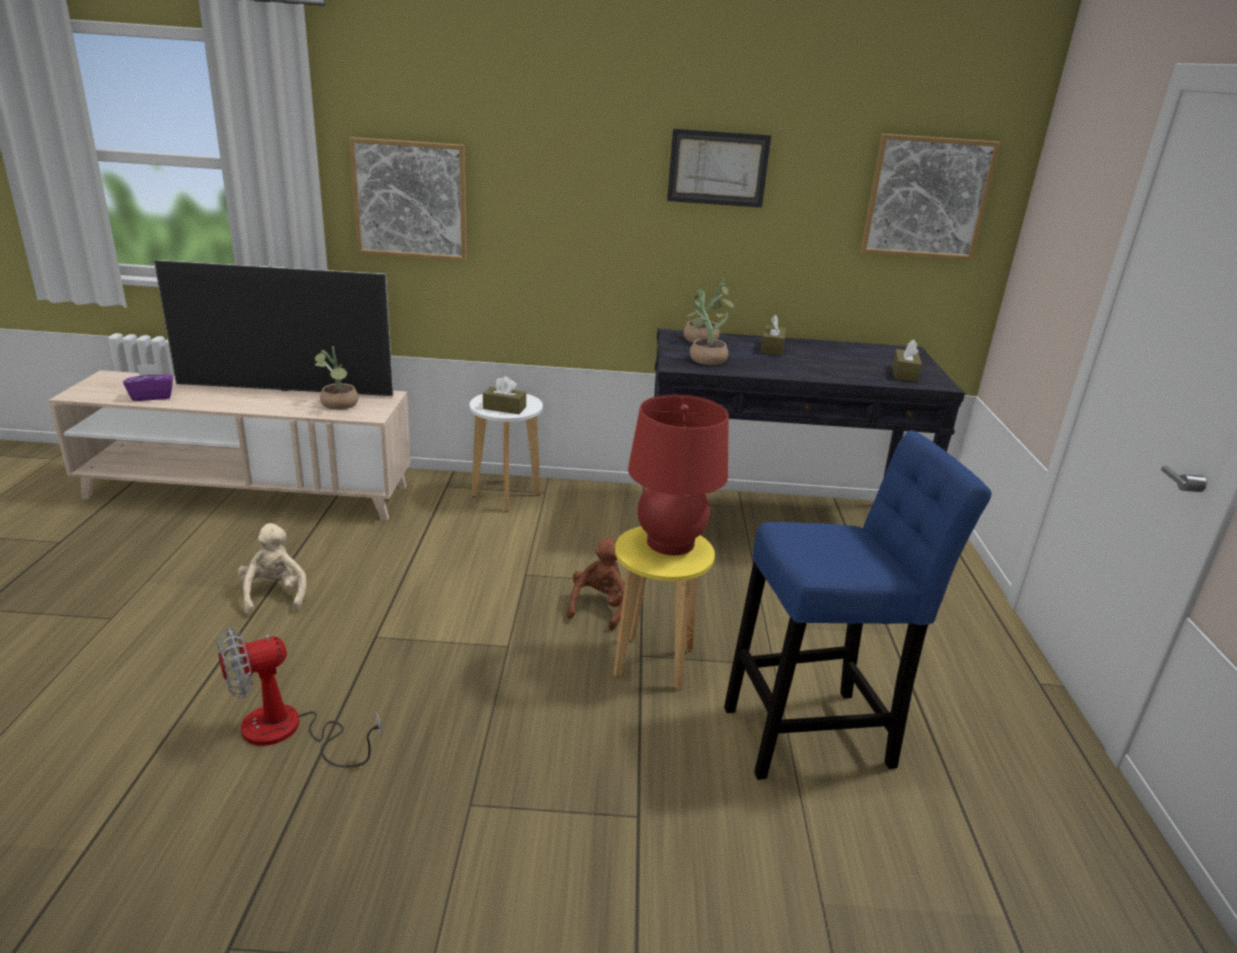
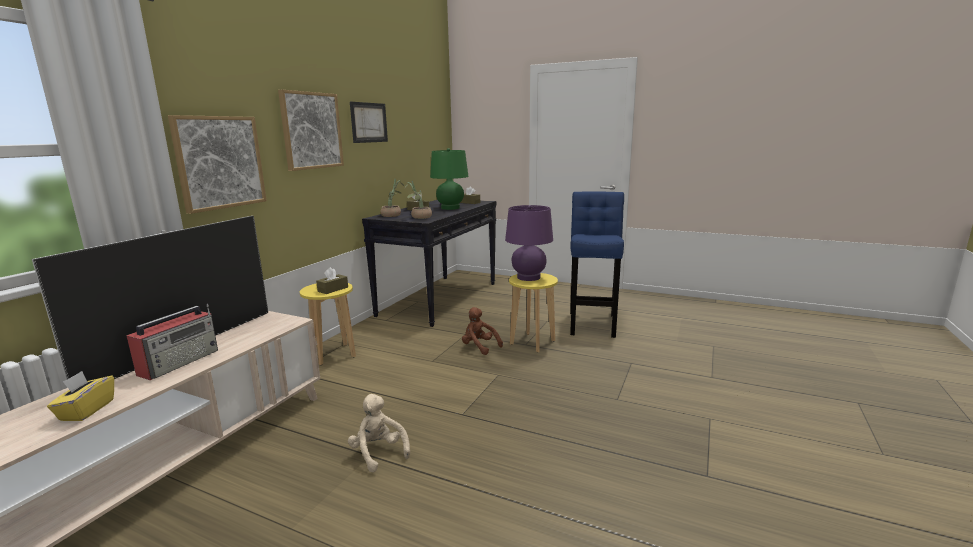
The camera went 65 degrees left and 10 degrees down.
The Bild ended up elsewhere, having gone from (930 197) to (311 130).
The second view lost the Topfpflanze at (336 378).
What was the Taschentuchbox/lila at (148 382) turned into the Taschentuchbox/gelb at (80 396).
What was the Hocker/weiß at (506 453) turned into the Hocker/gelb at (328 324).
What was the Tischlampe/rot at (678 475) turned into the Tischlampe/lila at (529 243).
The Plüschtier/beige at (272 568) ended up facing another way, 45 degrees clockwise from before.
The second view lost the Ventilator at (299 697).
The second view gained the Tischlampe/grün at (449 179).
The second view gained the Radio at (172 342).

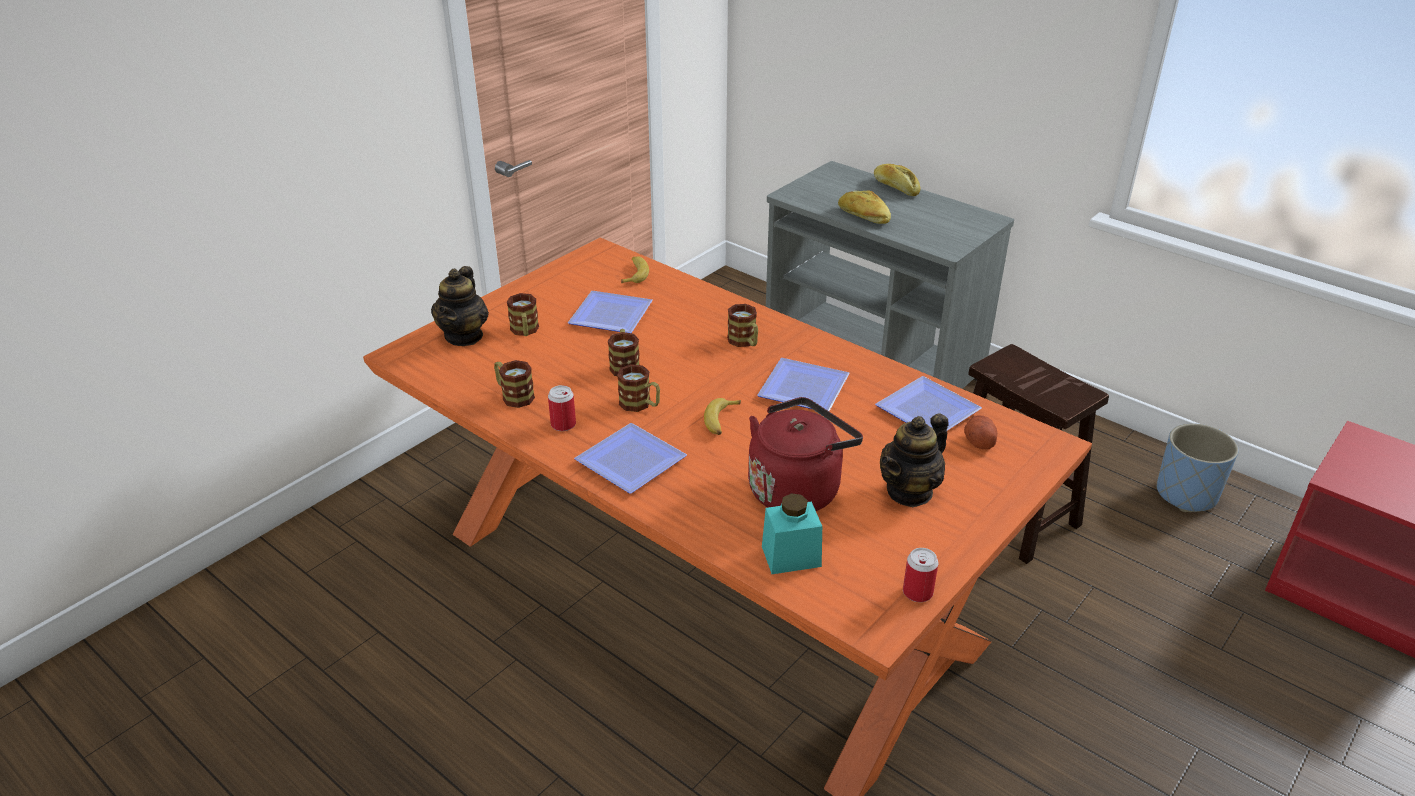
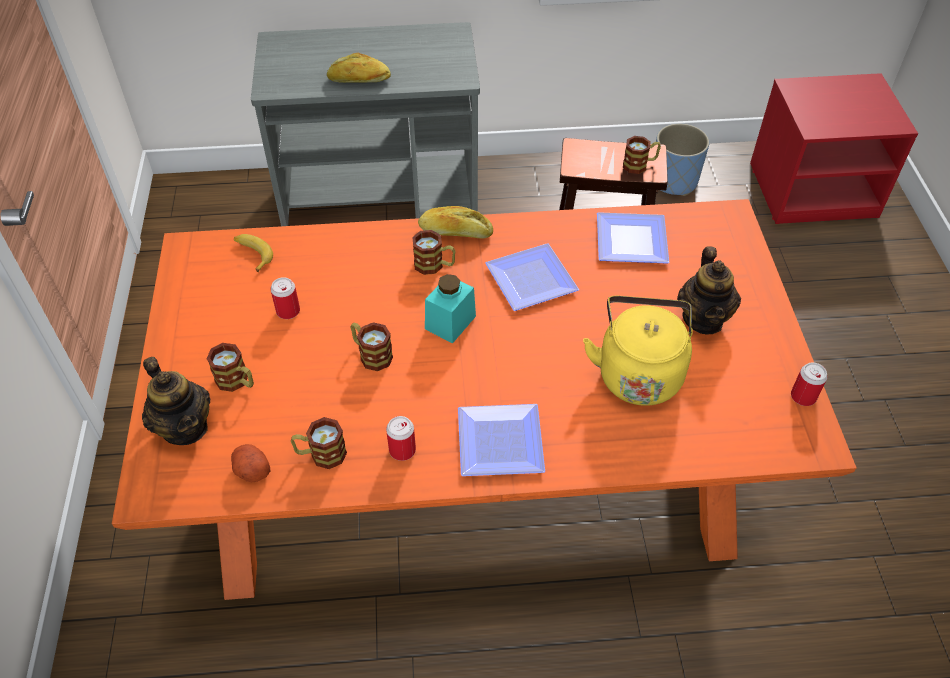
The camera went 45 degrees left and 15 degrees up.
The Brot ended up elsewhere, having gone from (897 180) to (455 222).
Where the Teller stood at (610 312), the Dose came to stand at (285 298).
The Henkelbecher ended up elsewhere, having gone from (638 388) to (642 155).
What was the Wasserkessel/rot at (805 454) turned into the Wasserkessel/gelb at (637 351).
The second view lost the Banane at (722 416).
The Kartoffel ended up elsewhere, having gone from (980 432) to (250 463).
The Vorratsglas/türkis ended up elsewhere, having gone from (792 533) to (450 308).

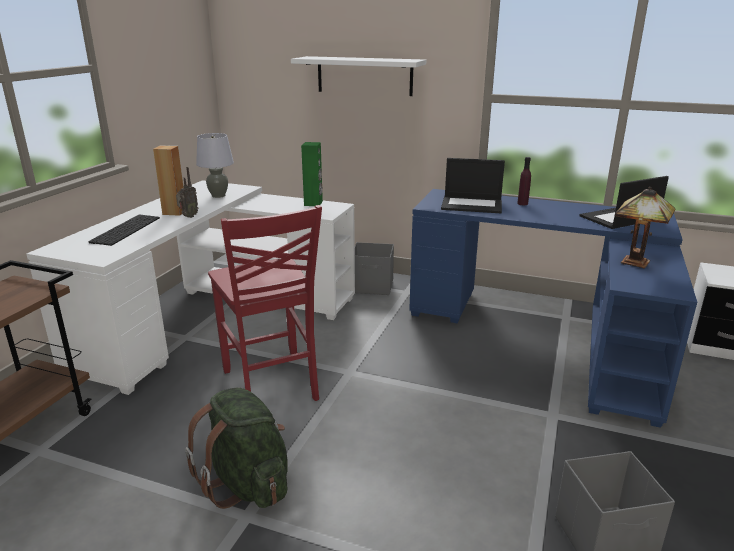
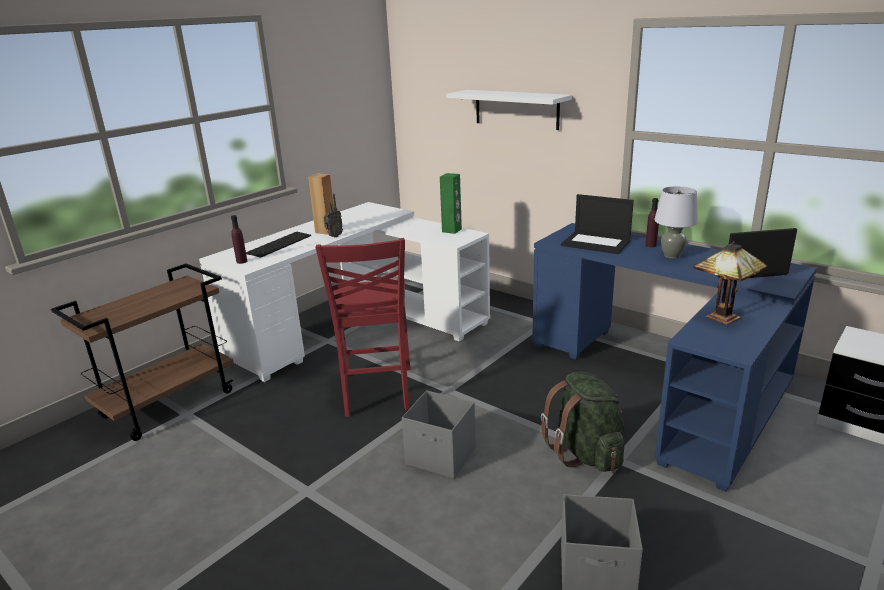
The camera went 20 degrees right and 0 degrees up.
The Tischlampe/grau ended up elsewhere, having gone from (215 165) to (676 222).
The Aufbewahrungsbox/grau ended up elsewhere, having gone from (374 268) to (439 435).
The Rucksack/grün ended up elsewhere, having gone from (236 448) to (583 422).
The second view gained the Flasche/lila at (239 239).

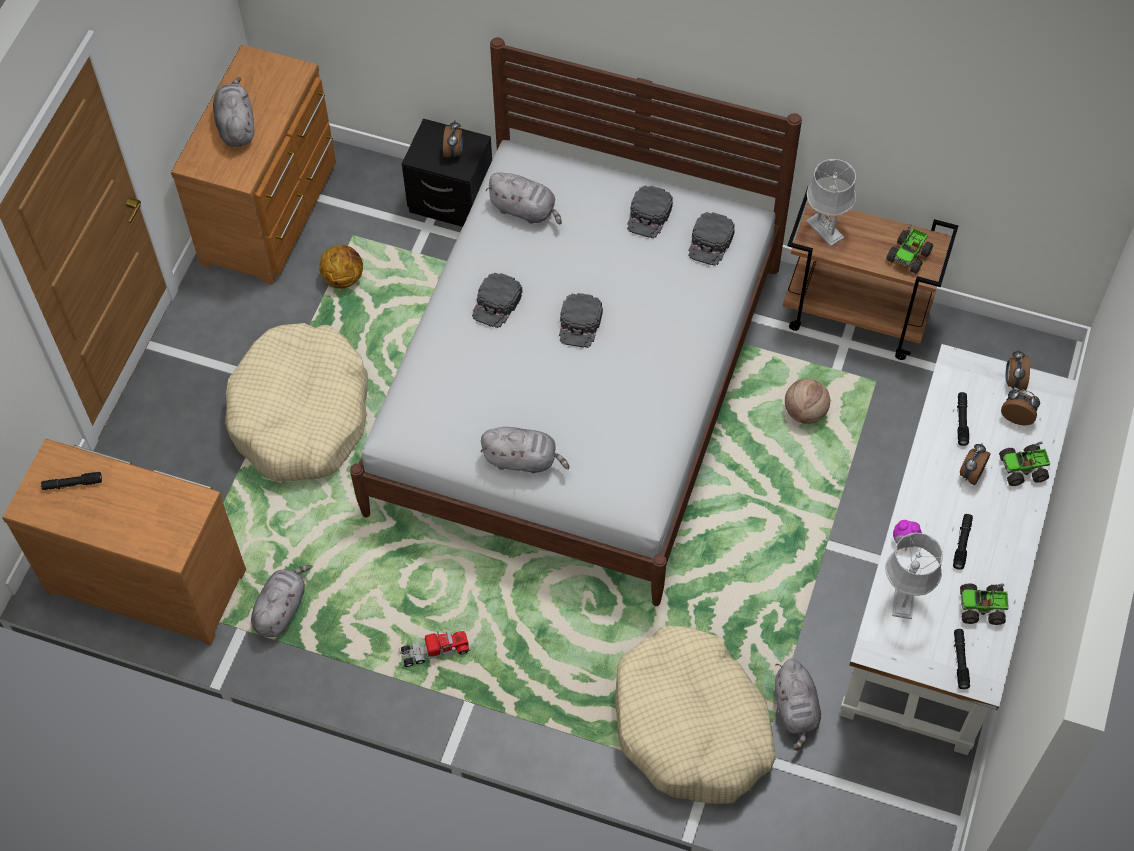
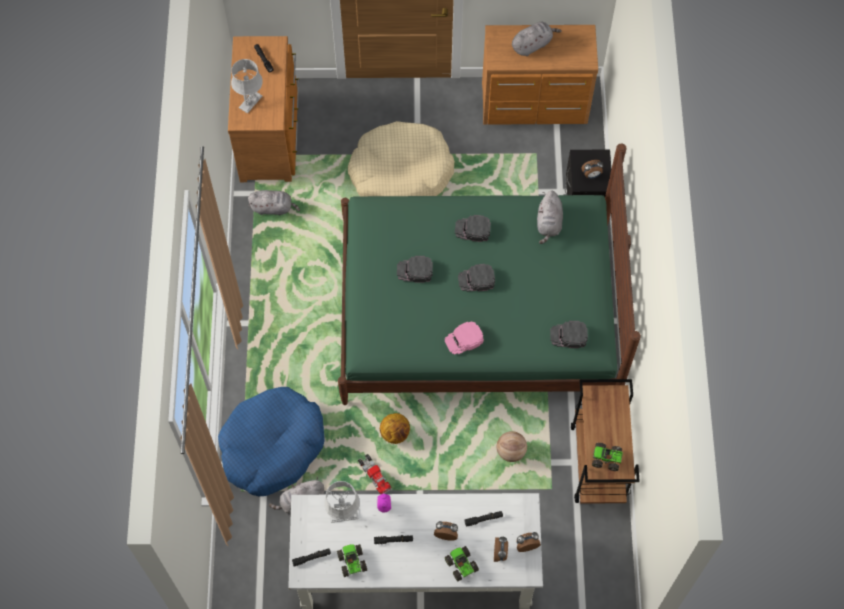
The camera went 70 degrees right and 5 degrees up.
What was the Bett/weiß at (576 321) turned into the Bett/grün at (489 274).
The Tischlampe/grau ended up elsewhere, having gone from (831 203) to (247 86).
The Kappe/schwarz ended up elsewhere, having gone from (650 212) to (415 269).
The Basketball ended up elsewhere, having gone from (341 267) to (395 428).
The second view lost the Plüschtier/grau at (525 450).
What was the Hundebett/beige at (695 715) turned into the Hundebett/blau at (271 441).
The Spielzeuglaster ended up elsewhere, having gone from (434 649) to (374 474).
The second view gained the Kappe/rosa at (464 338).

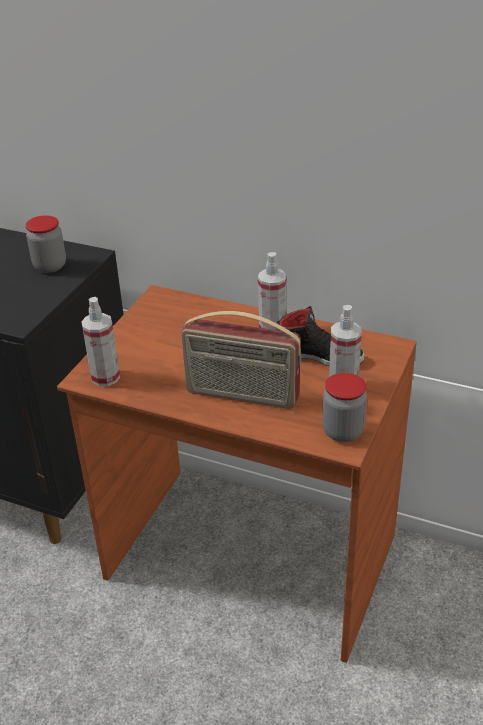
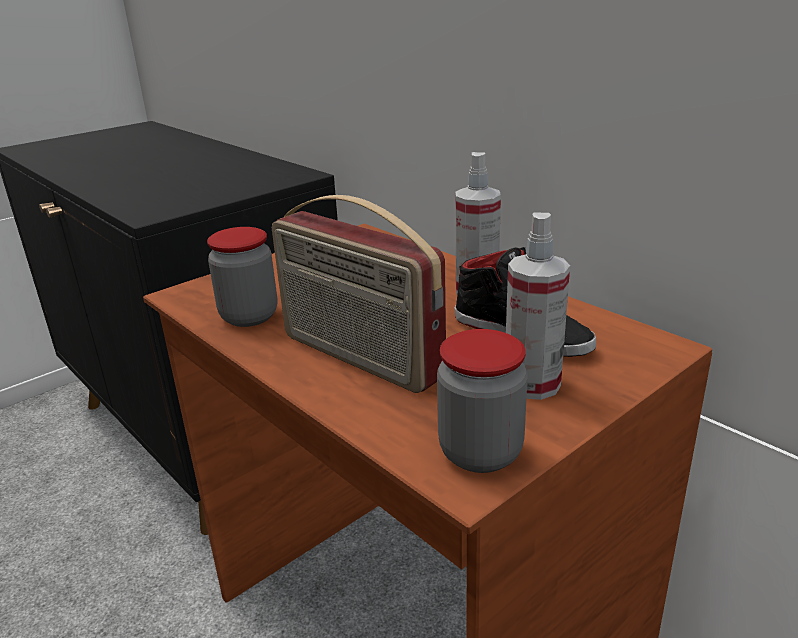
The camera went 25 degrees right and 10 degrees down.
The Vorratsglas ended up elsewhere, having gone from (45 244) to (242 277).
The second view lost the Sprühflasche at (100 341).

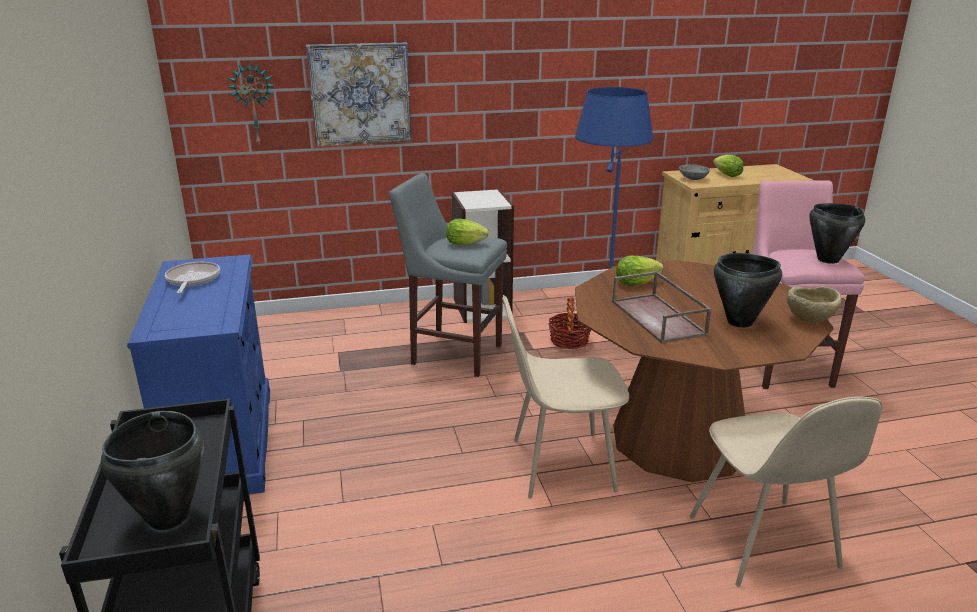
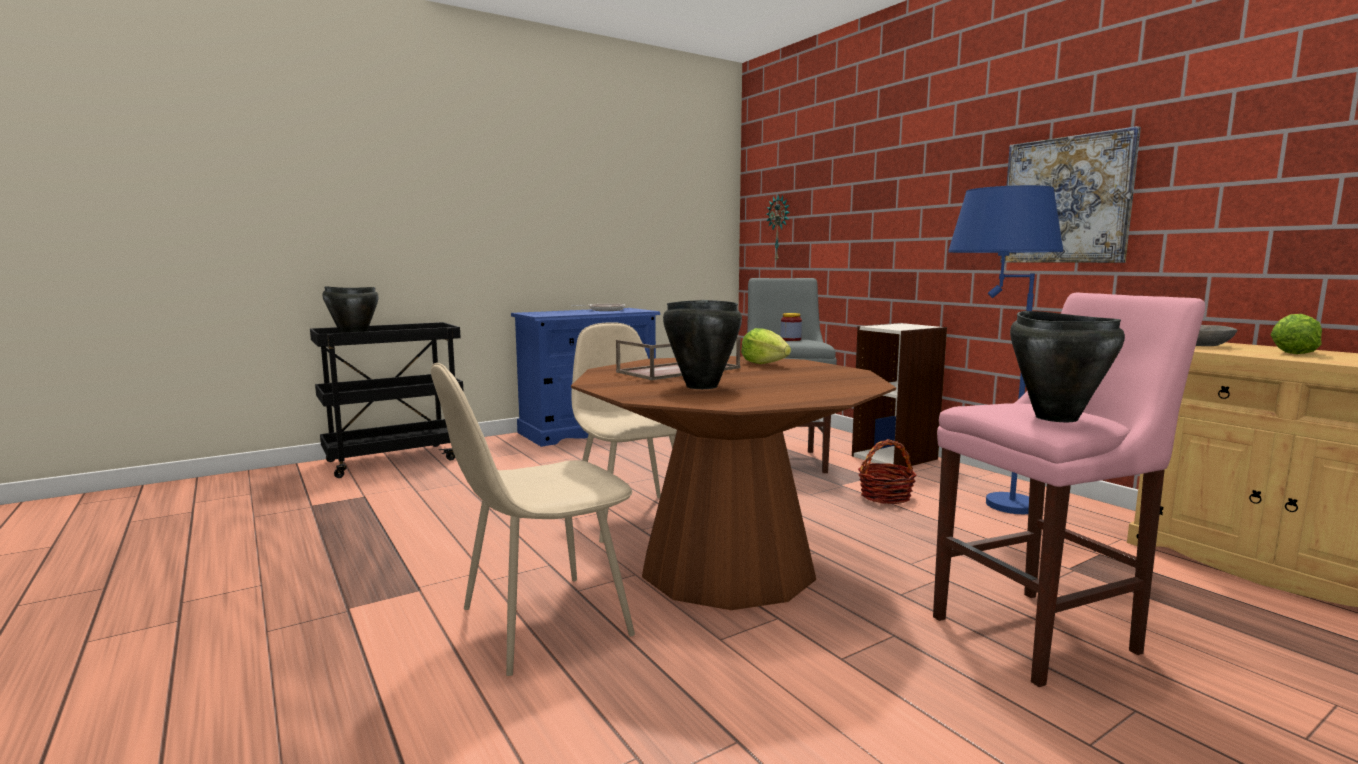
The camera went 70 degrees right and 15 degrees down.
The Bild ended up elsewhere, having gone from (359 94) to (1070 194).
Where the Salatkopf stood at (467 232), the Vorratsglas came to stand at (791 327).
The second view lost the Schüssel/beige at (814 304).

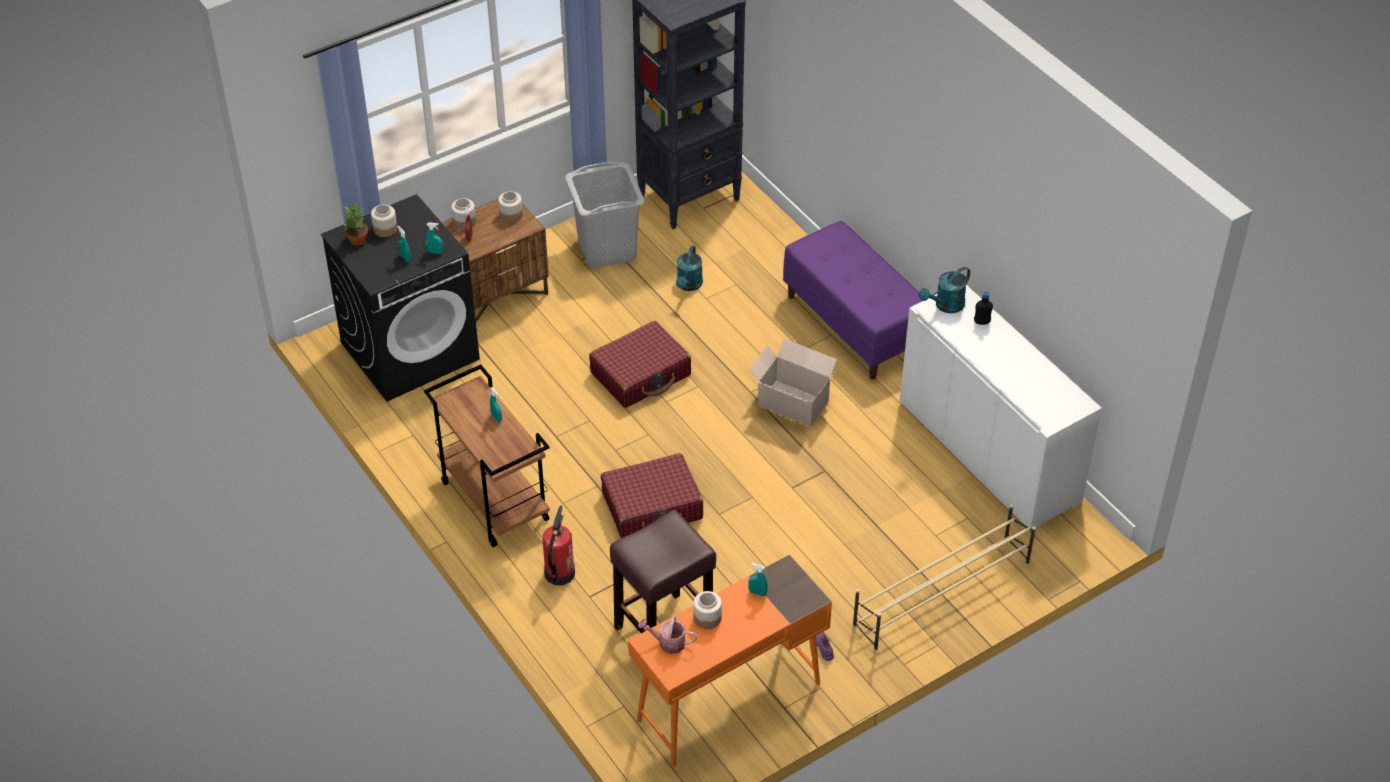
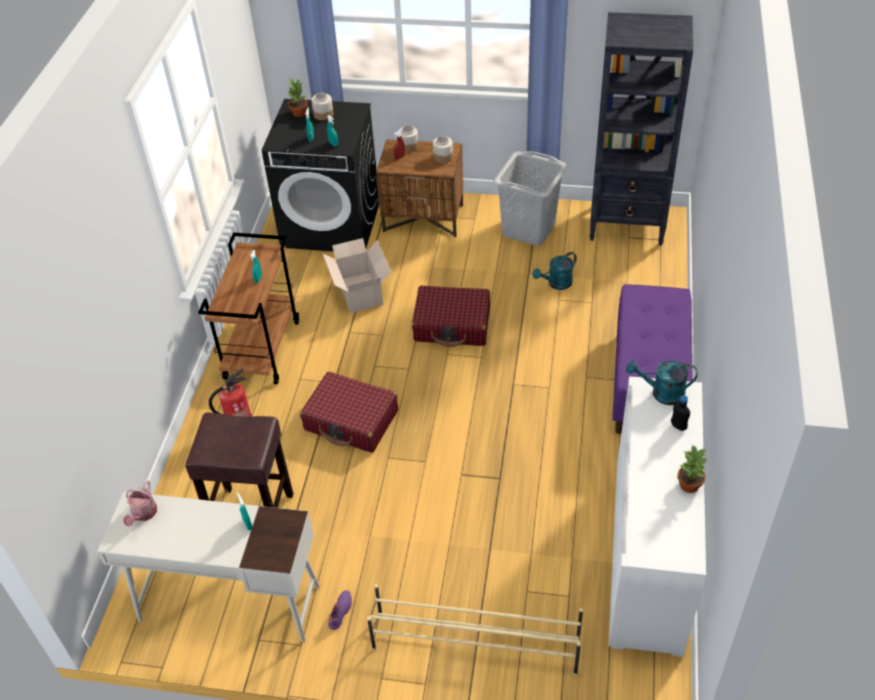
The camera went 45 degrees right and 0 degrees up.
The Karton ended up elsewhere, having gone from (793 382) to (357 275).
What was the Schreibtisch/orange at (730 660) turned into the Schreibtisch/weiß at (208 566).
The second view lost the Vorratsglas at (707 610).
The Gießkanne at (667 635) ended up facing another way, 135 degrees counterclockwise from before.
The second view gained the Topfpflanze at (692 469).

